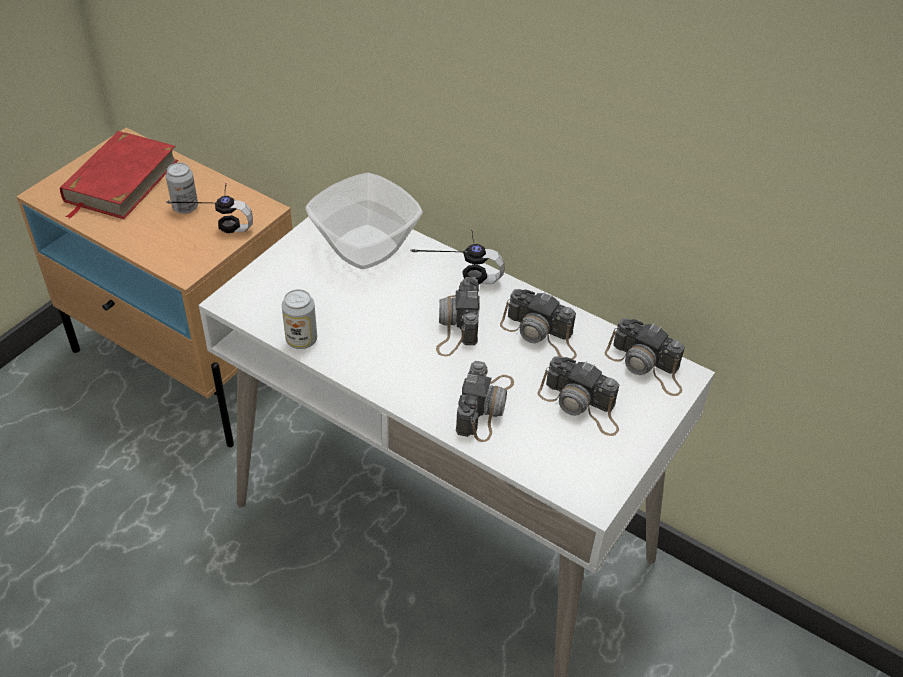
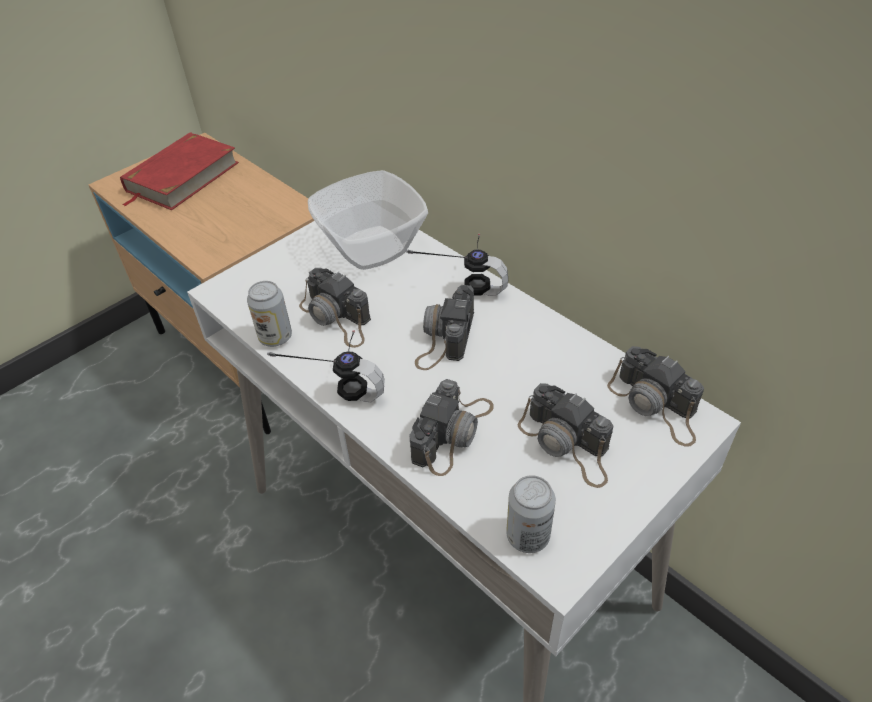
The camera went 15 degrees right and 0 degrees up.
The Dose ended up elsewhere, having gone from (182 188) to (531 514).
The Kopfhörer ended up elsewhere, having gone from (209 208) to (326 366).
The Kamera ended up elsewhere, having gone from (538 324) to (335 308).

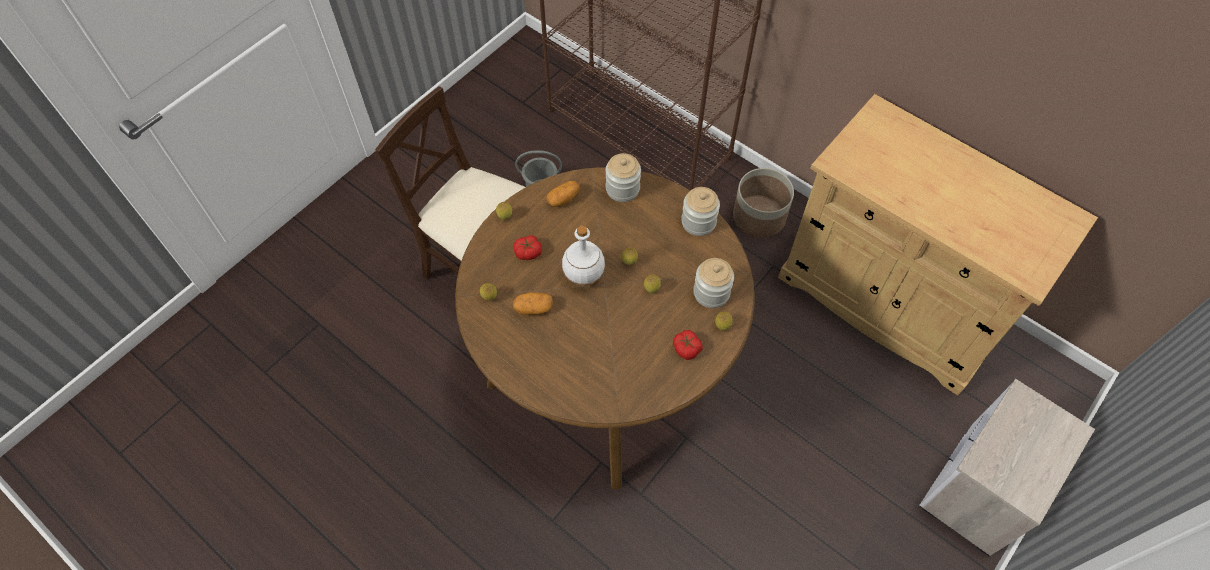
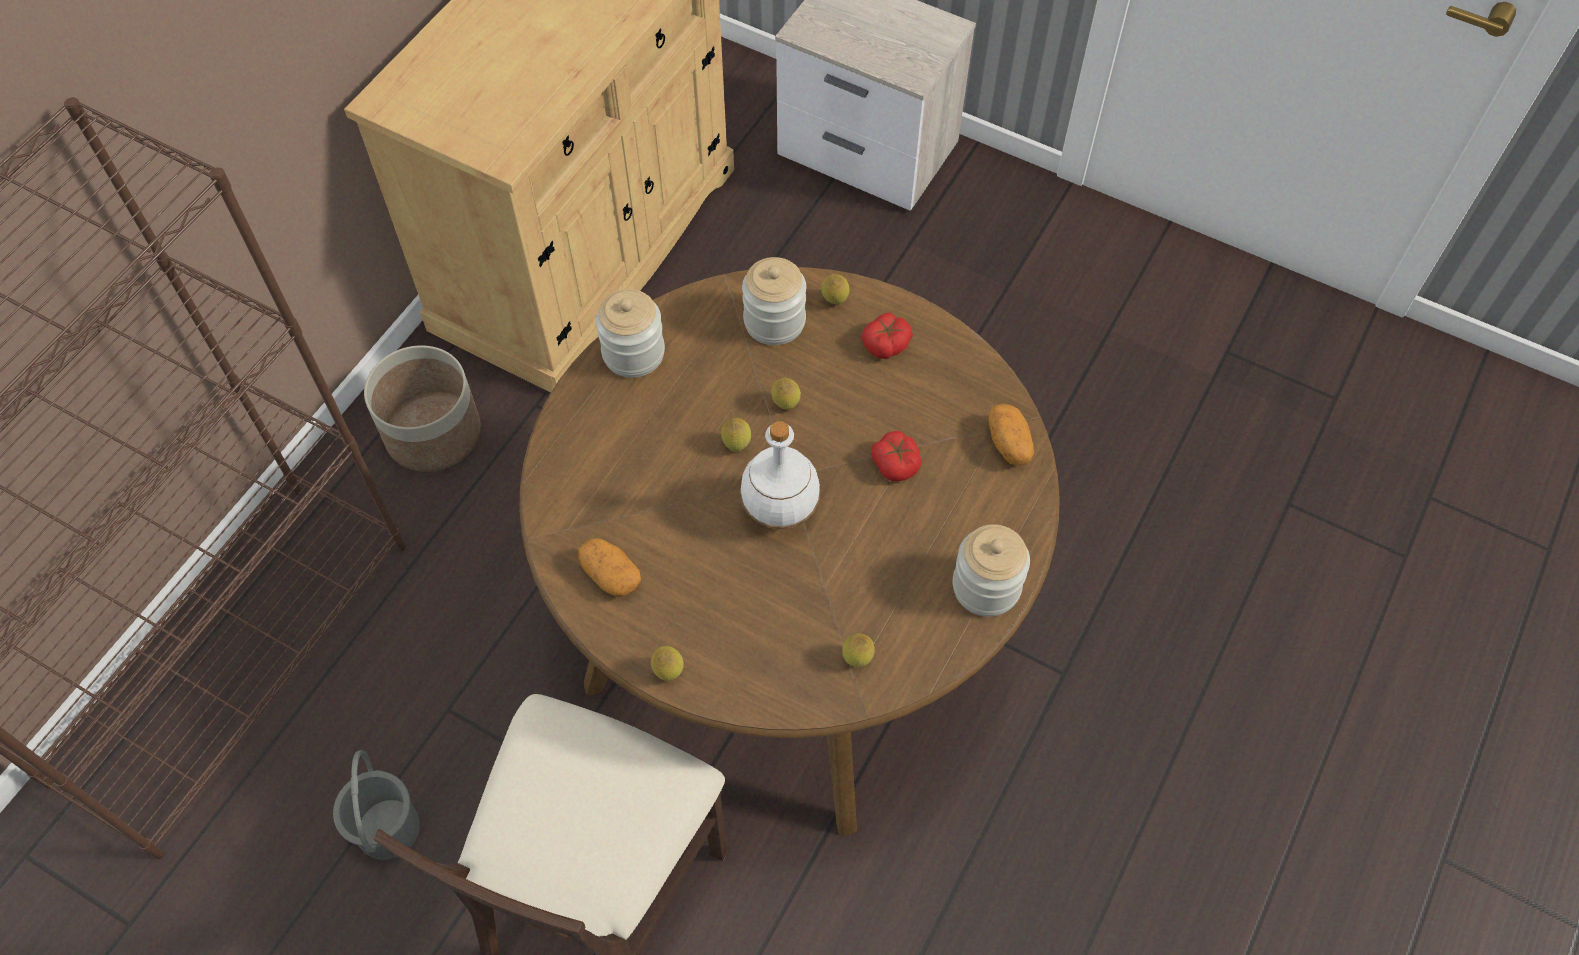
The camera went 100 degrees left and 0 degrees up.
The Vorratsglas ended up elsewhere, having gone from (623 177) to (991 570).
The Tomate ended up elsewhere, having gone from (528 247) to (896 456).
The Kartoffel ended up elsewhere, having gone from (533 303) to (1011 435).

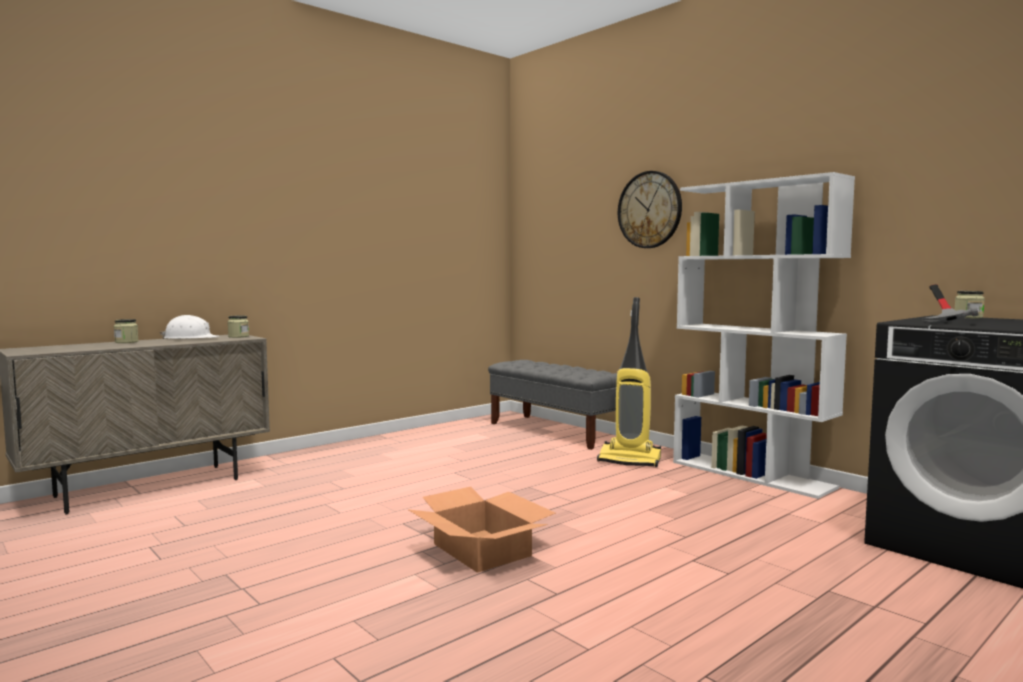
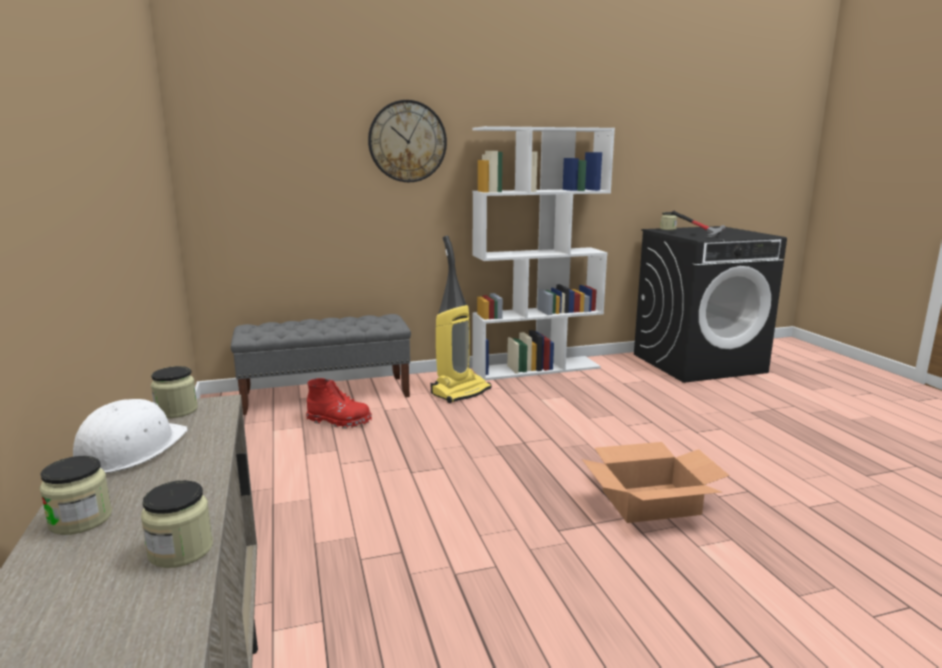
The camera went 65 degrees left and 10 degrees up.
The second view gained the Stiefel/rot at (339 403).
The second view gained the Vorratsglas at (177 524).

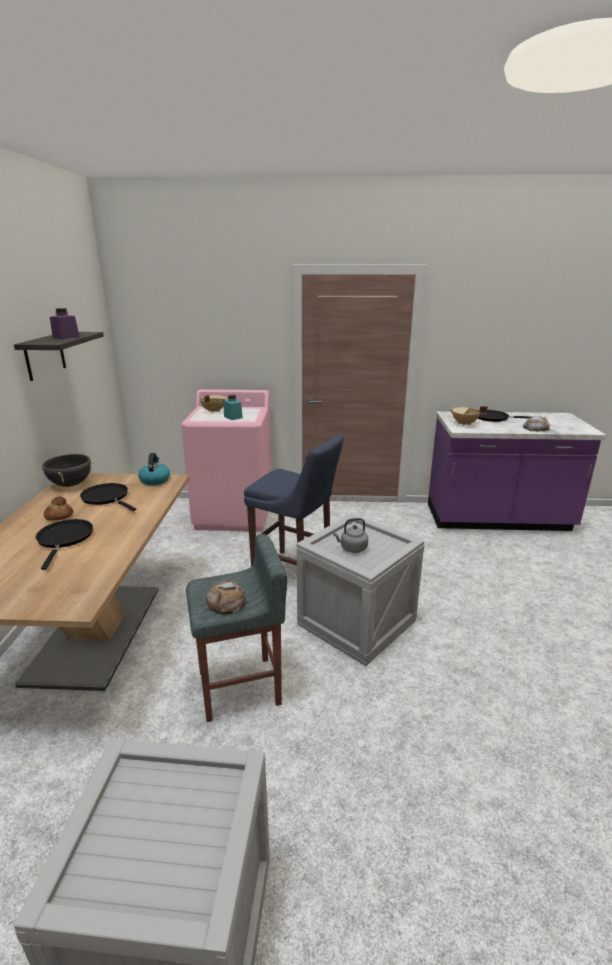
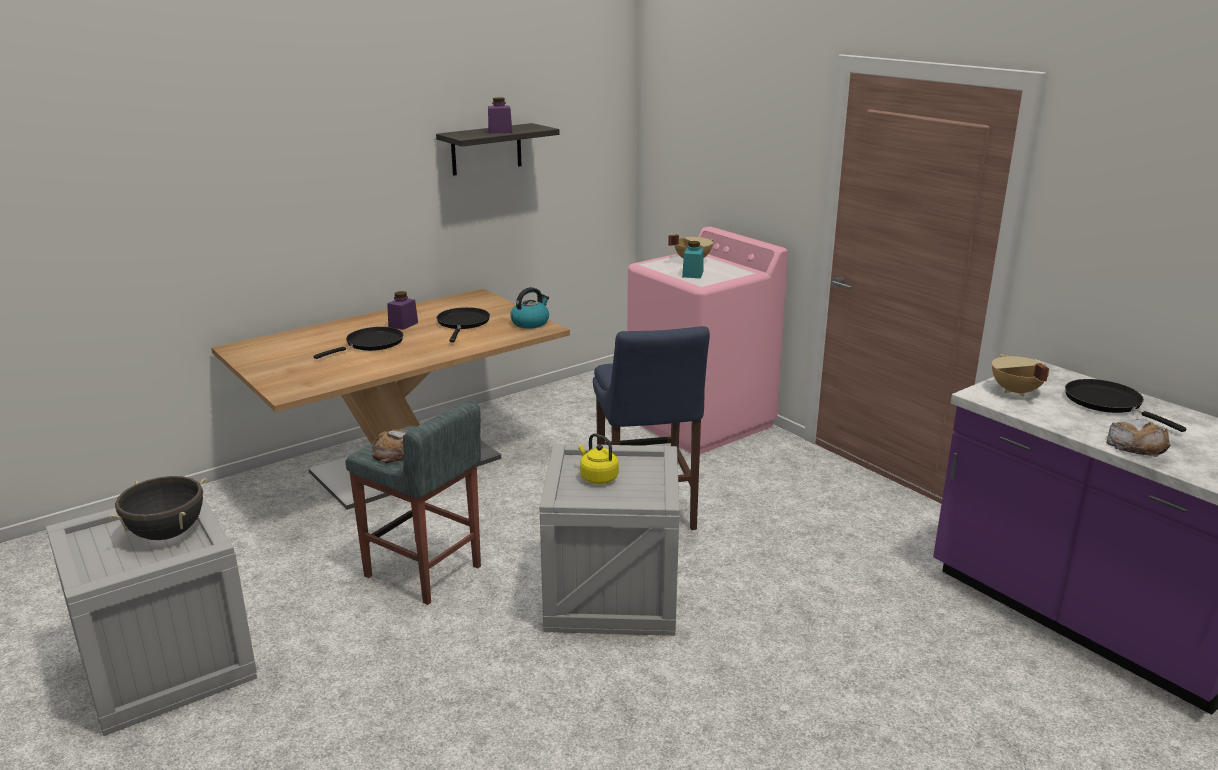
The camera went 50 degrees right and 0 degrees up.
The Kochtopf/schwarz ended up elsewhere, having gone from (66 470) to (158 508).
Where the Brot stood at (58 508), the Vorratsglas/lila came to stand at (402 310).
What was the Wasserkessel/grau at (350 535) turned into the Wasserkessel/gelb at (598 458).

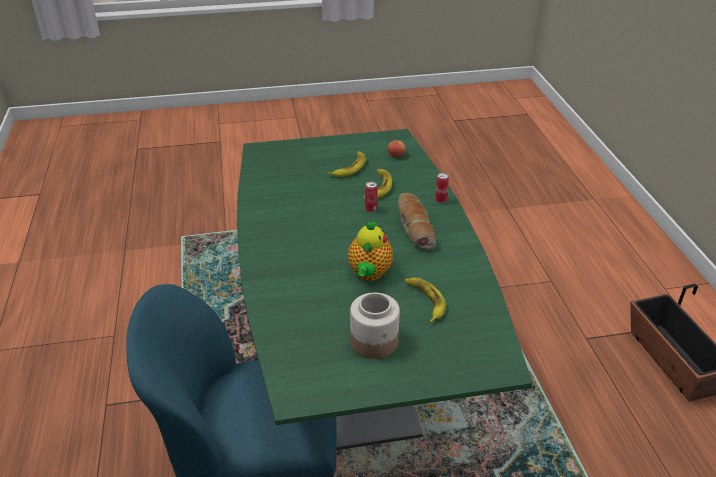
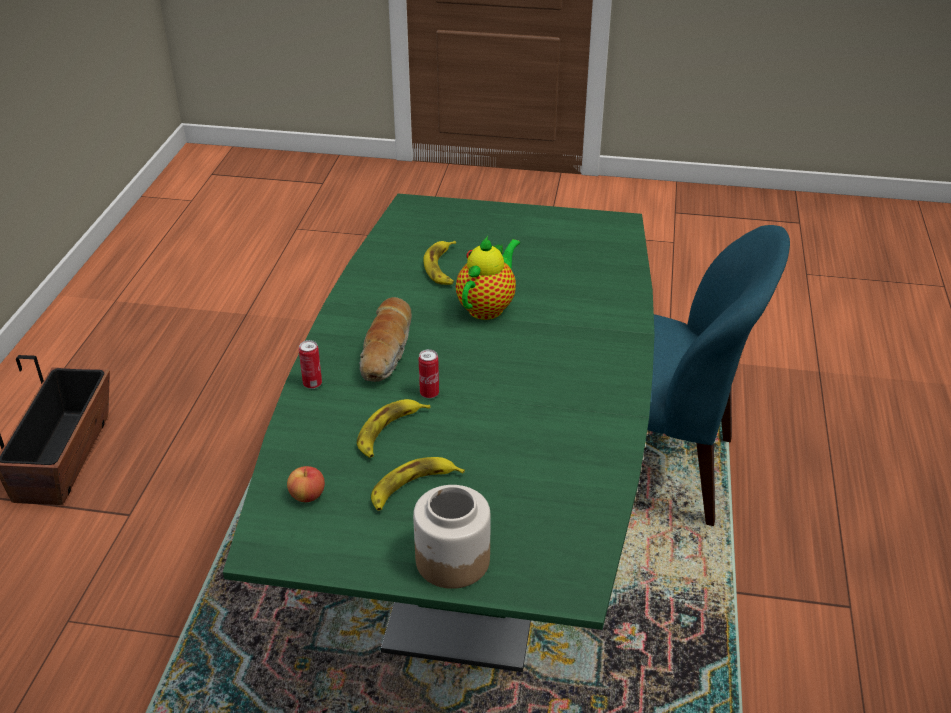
The camera went 160 degrees left and 0 degrees up.
The Vorratsglas ended up elsewhere, having gone from (375 326) to (452 537).

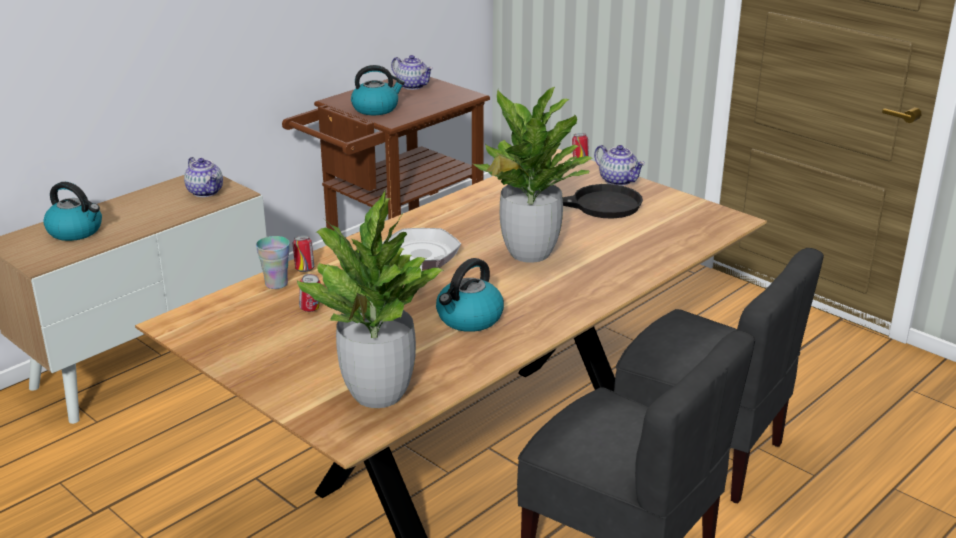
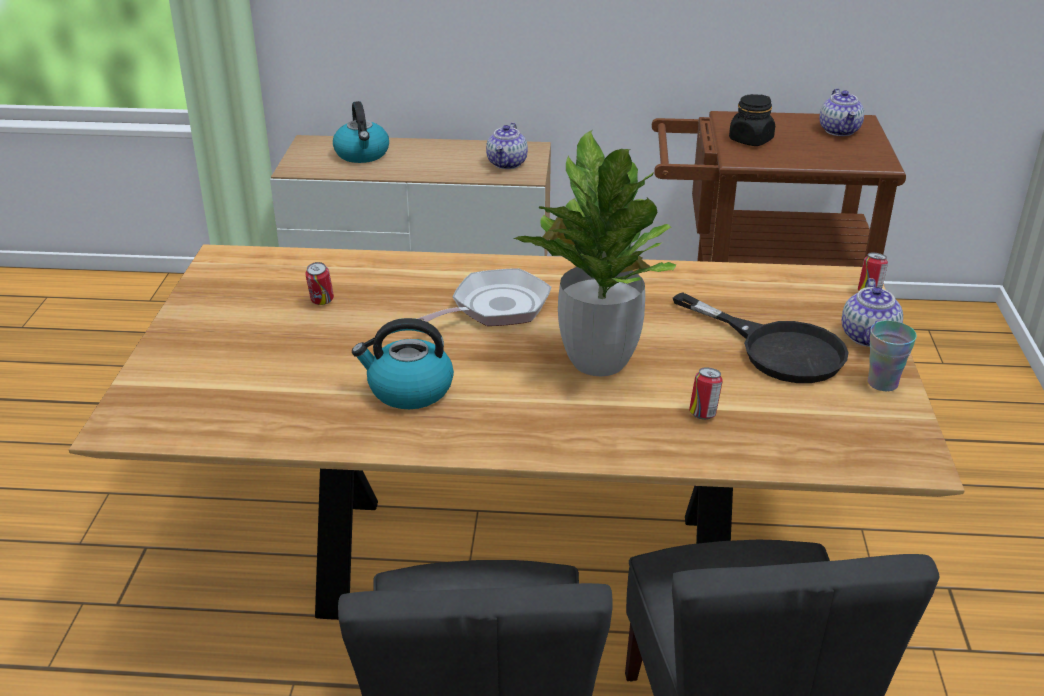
The camera went 50 degrees right and 5 degrees up.
Where the Wasserkessel stood at (378 90), the Vorratsglas/schwarz came to stand at (752 120).
The second view lost the Topfpflanze at (370 299).
The Dose ended up elsewhere, having gone from (303 253) to (706 393).
The Tasse ended up elsewhere, having gone from (273 262) to (892 356).

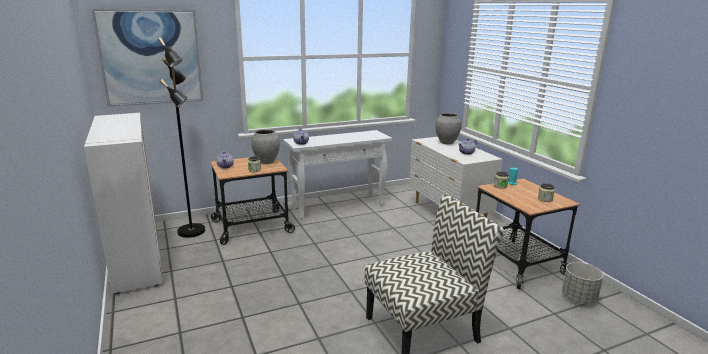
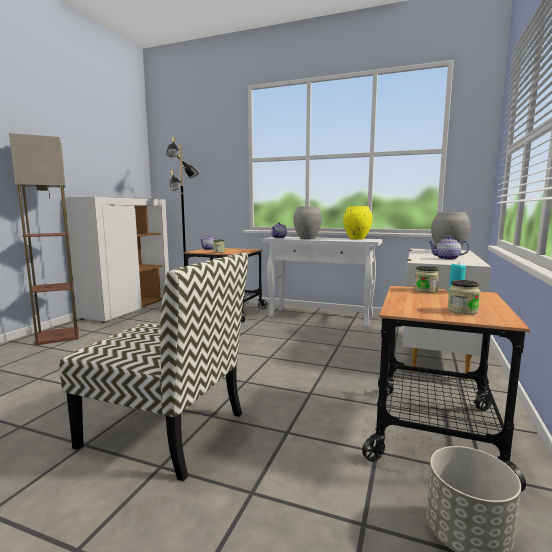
The camera went 45 degrees right and 10 degrees down.
The second view lost the Bild at (147 58).
The Vase/grau ended up elsewhere, having gone from (265 146) to (307 222).
The second view gained the Stehlampe at (44 239).
The second view gained the Vase/gelb at (357 223).

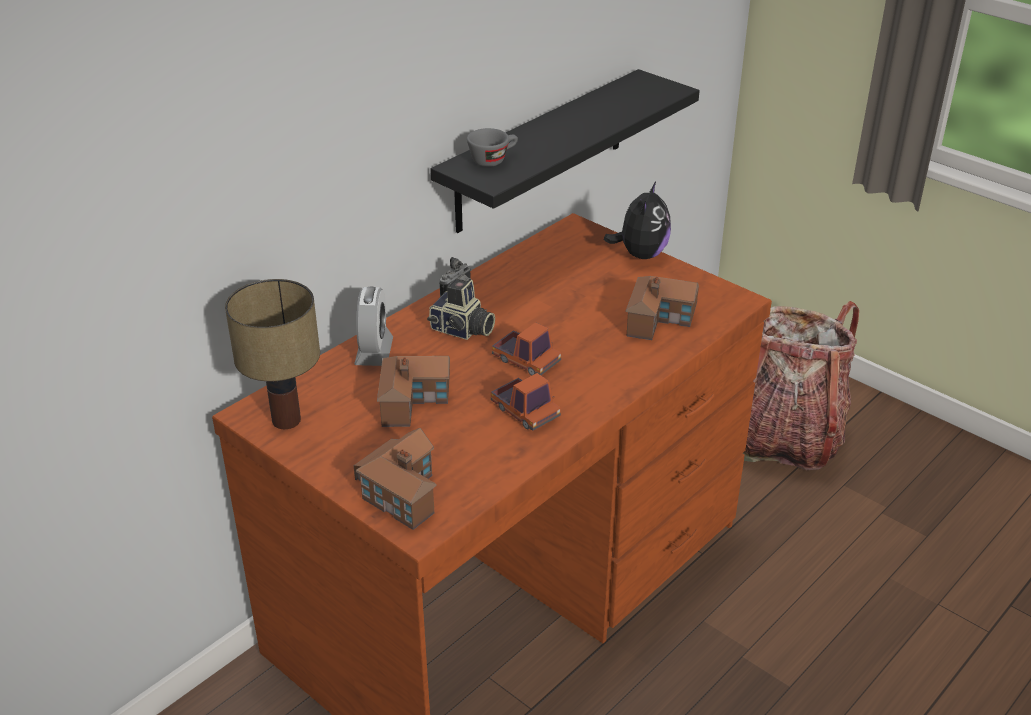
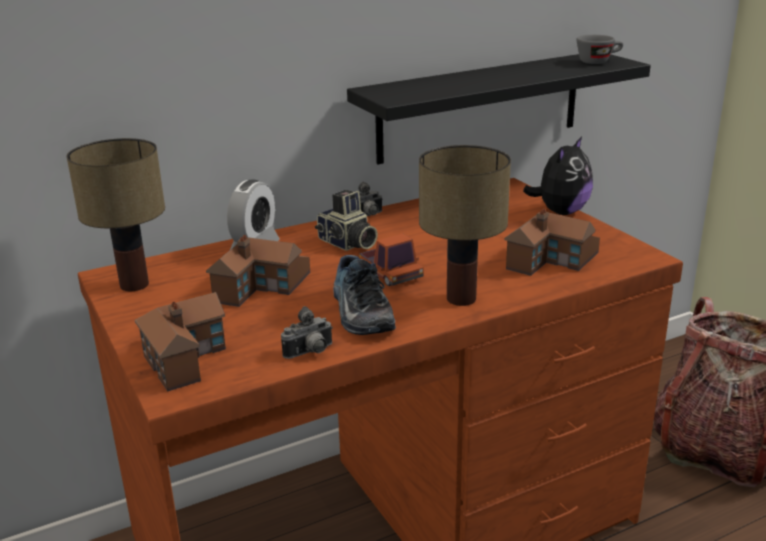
The camera went 20 degrees right and 10 degrees down.
The Tasse/grau ended up elsewhere, having gone from (492 147) to (600 49).
Where the Spielzeuglaster stood at (526 402), the Schuh came to stand at (364 295).
The second view gained the Tischlampe at (465 225).
The second view gained the Kamera at (307 332).

